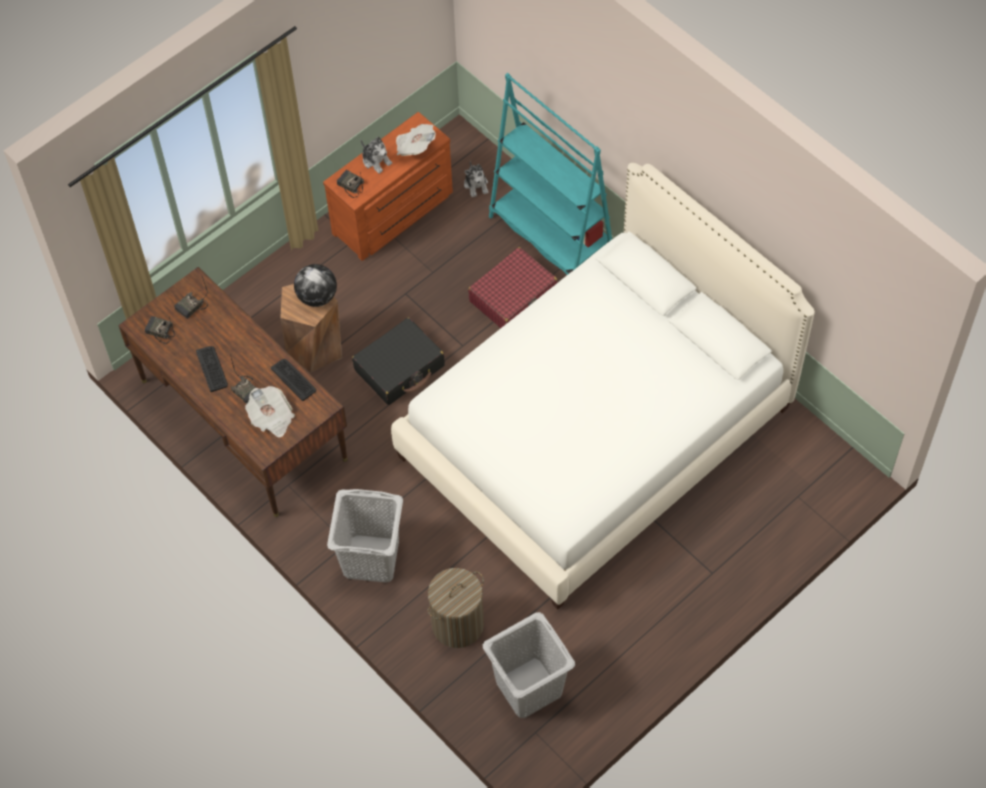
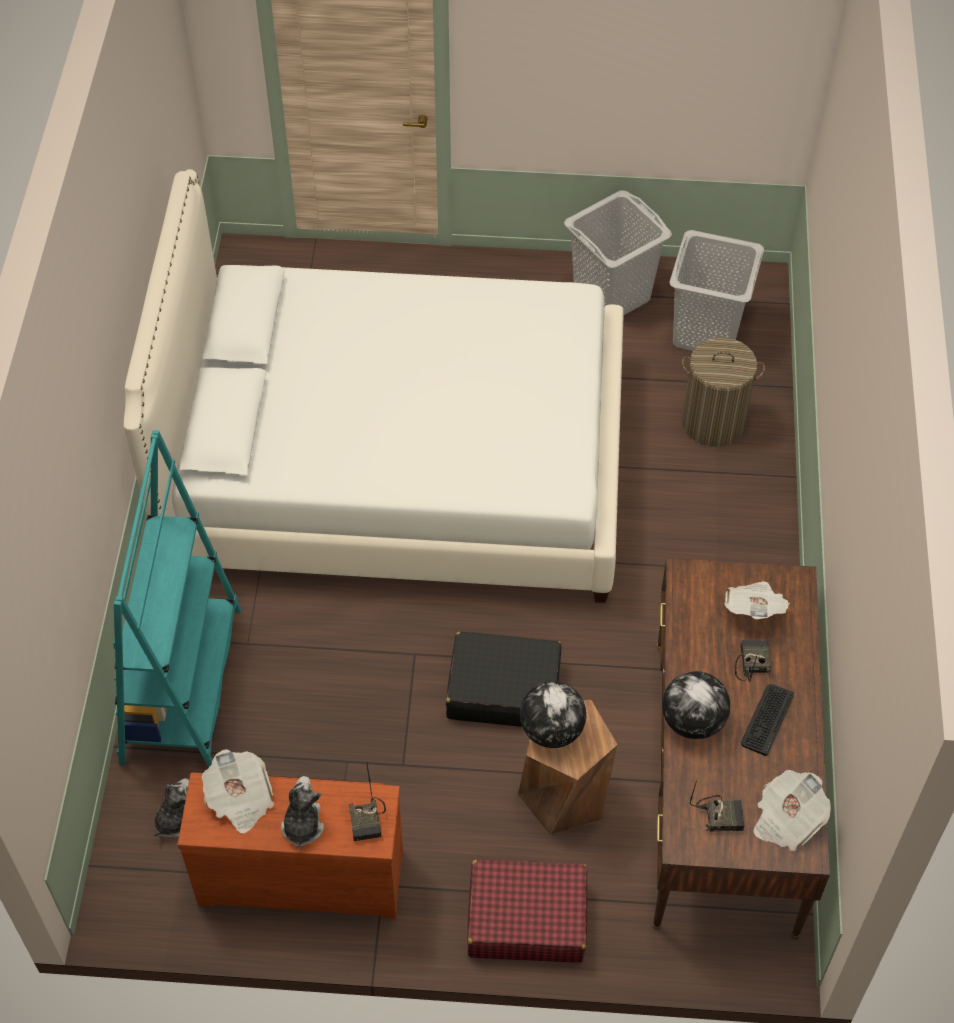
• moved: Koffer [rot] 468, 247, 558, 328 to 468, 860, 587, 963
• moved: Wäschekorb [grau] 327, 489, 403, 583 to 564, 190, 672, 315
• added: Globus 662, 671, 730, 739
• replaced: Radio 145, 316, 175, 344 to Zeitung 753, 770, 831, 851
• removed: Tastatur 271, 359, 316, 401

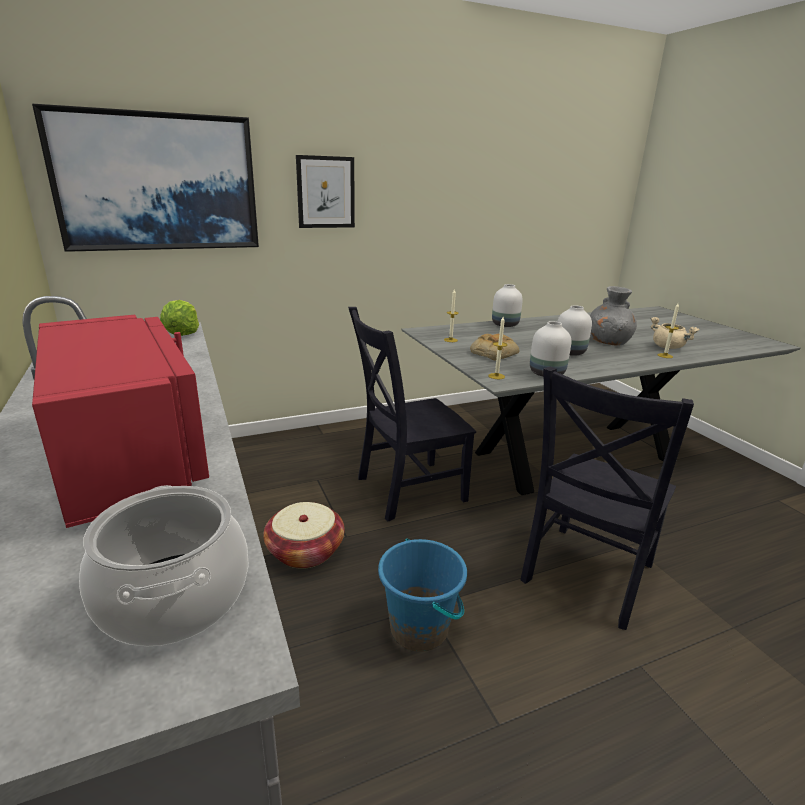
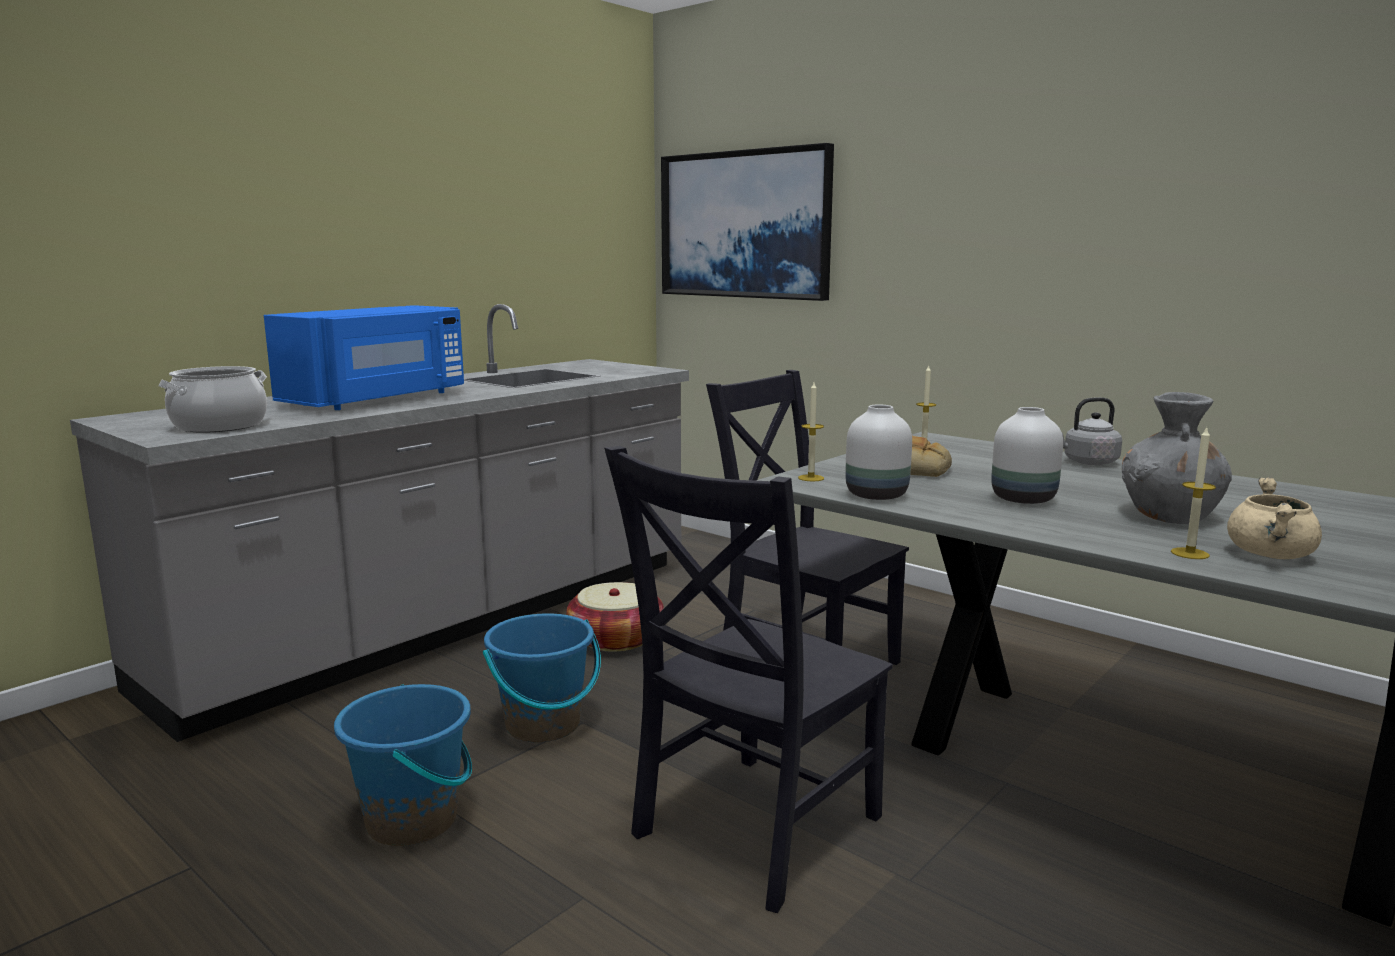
• recoloured: Mikrowelle [rot] 32, 315, 209, 528 to Mikrowelle [blau] 264, 305, 464, 410
• added: Eimer [blau] 334, 684, 472, 846
• turned: Stuhl [schwarz] 520, 366, 694, 630 = 604, 446, 893, 913 60 degrees counterclockwise
• replaced: Vase [weiß] 492, 284, 523, 327 to Wasserkessel [grau] 1062, 397, 1122, 465
• removed: Salatkopf 160, 300, 199, 336
• removed: Bild 296, 155, 355, 228

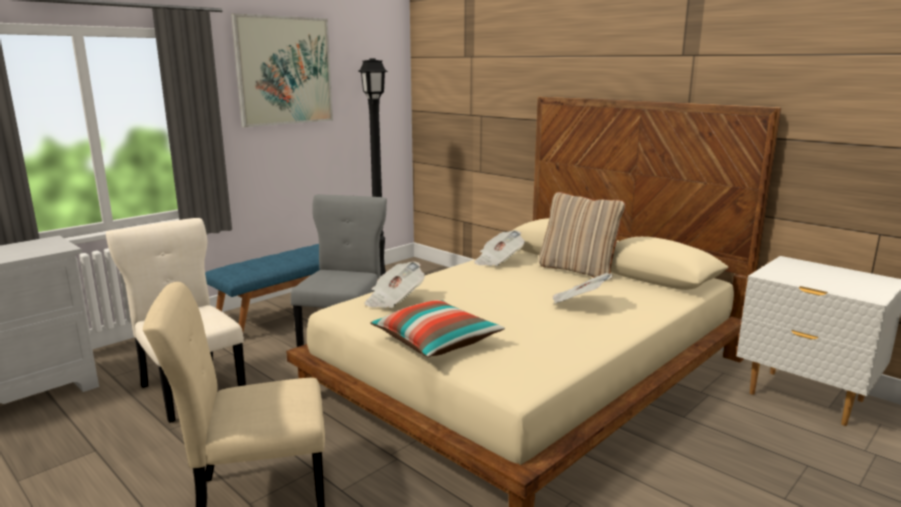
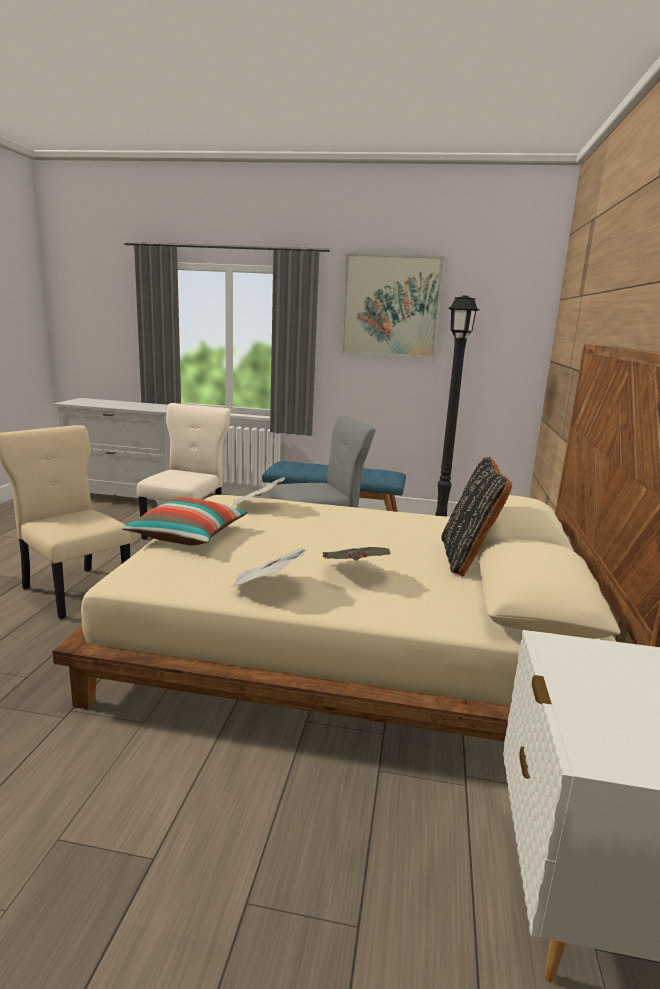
• moved: Zeitung 474, 230, 525, 266 to 230, 547, 306, 588
• recoloured: Kissen [beige] 539, 192, 626, 278 to Kissen [schwarz] 441, 457, 512, 576

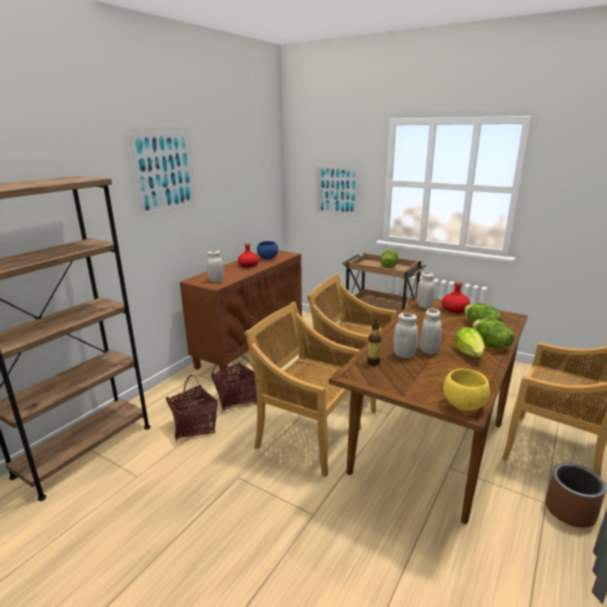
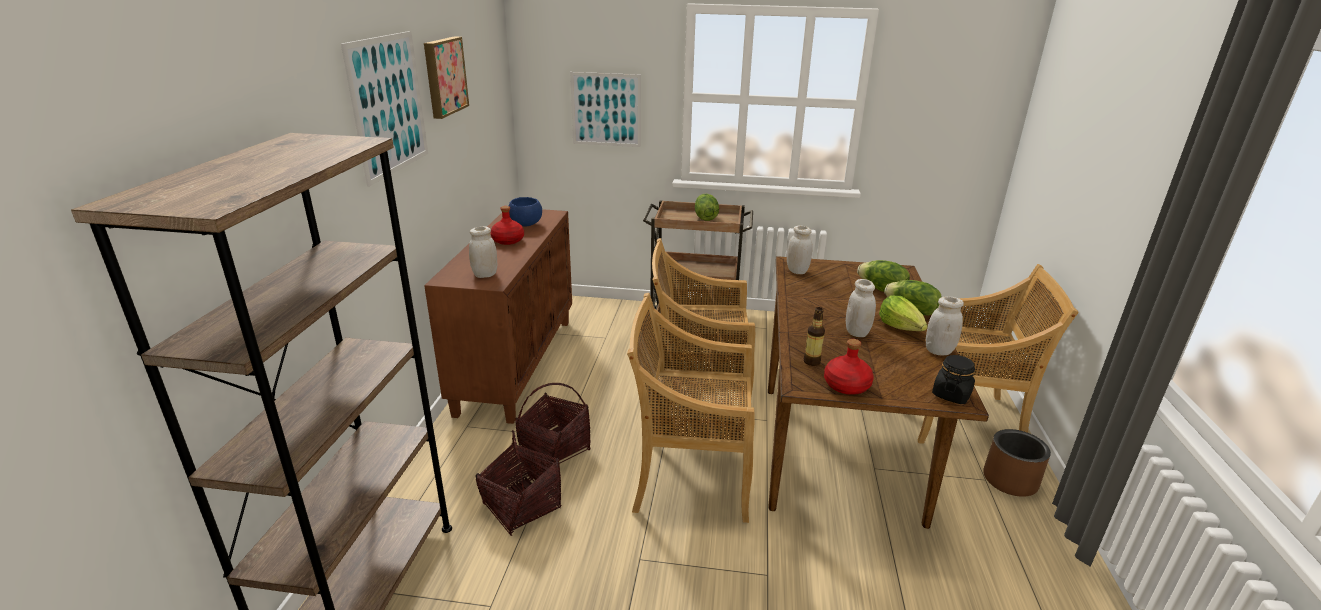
• added: Bild 424, 36, 469, 119
• moved: Flasche [rot] 442, 282, 470, 313 to 824, 339, 874, 395
• moved: Vorratsglas [weiß] 393, 313, 418, 358 to 926, 296, 964, 356
• replaced: Schüssel [gelb] 443, 369, 490, 411 to Vorratsglas [schwarz] 932, 355, 975, 404

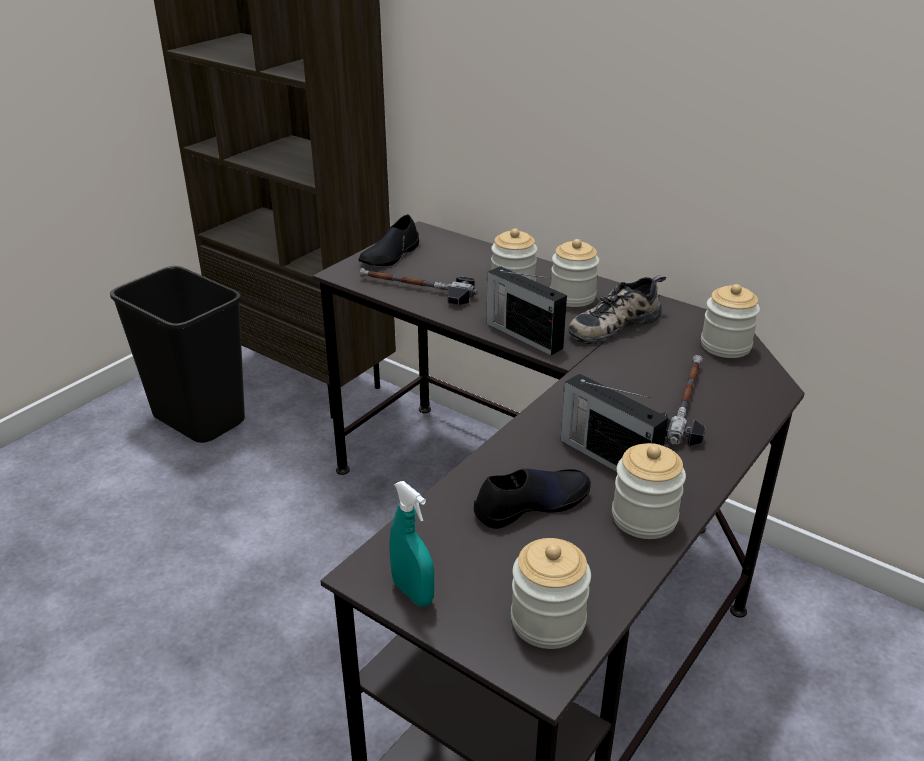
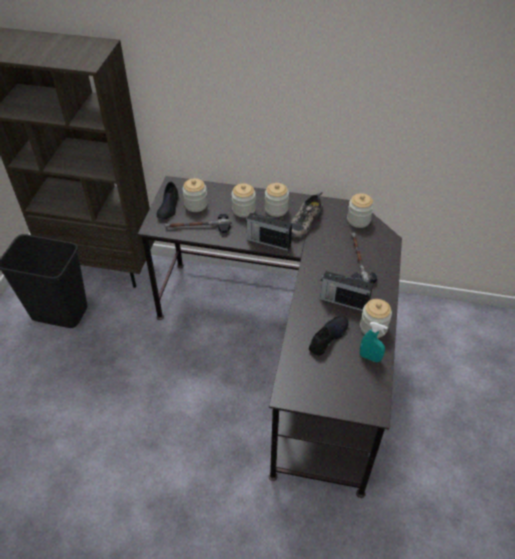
• moved: Vorratsglas 511, 538, 591, 649 to 182, 178, 208, 212
• moved: Sprühflasche [türkis] 389, 481, 434, 607 to 360, 322, 388, 362

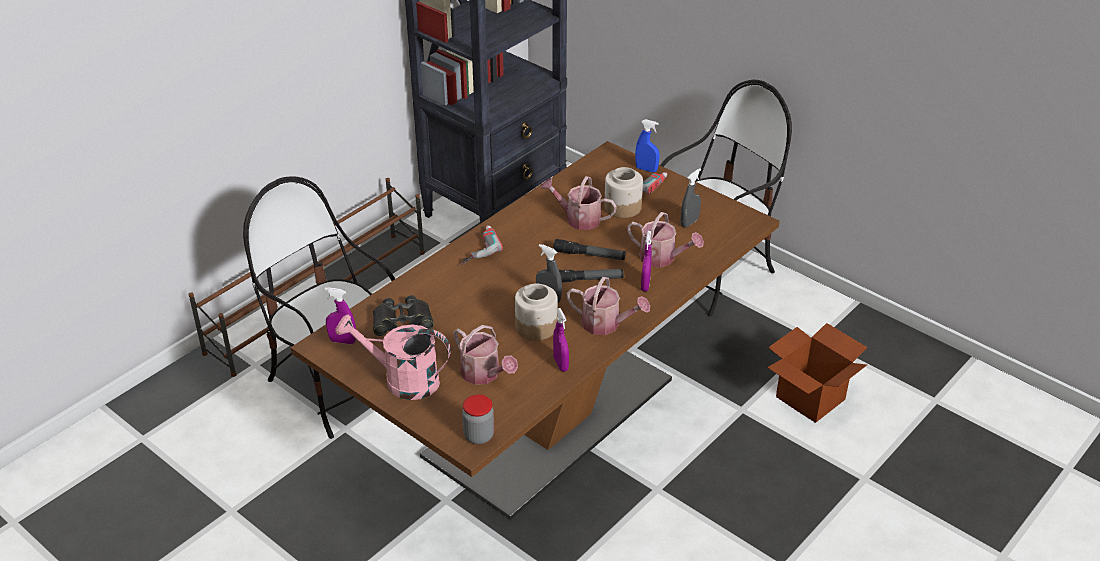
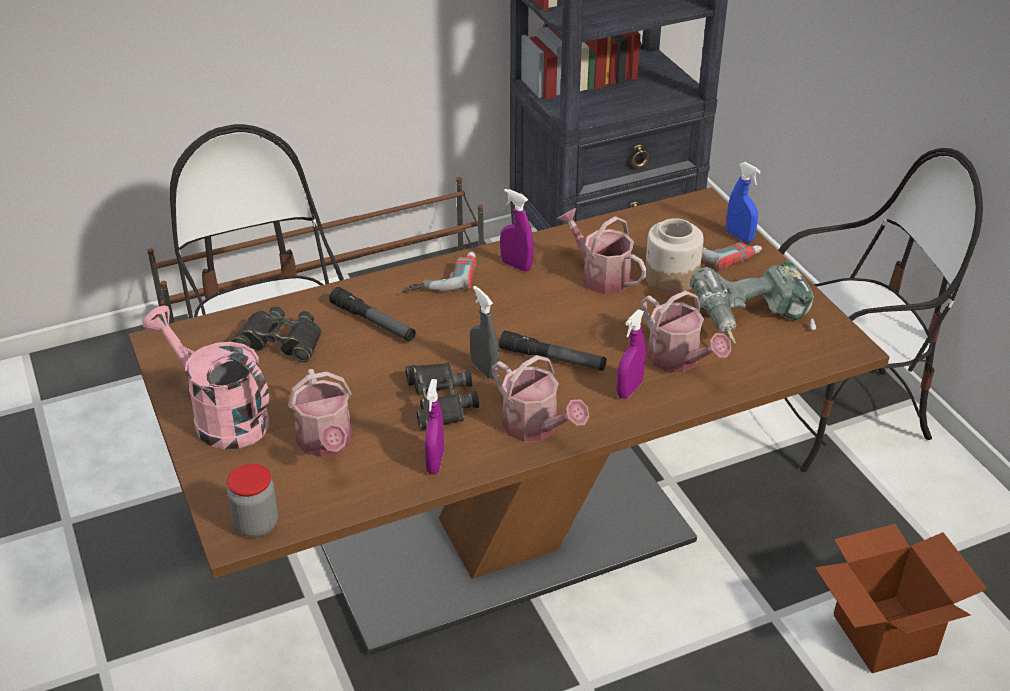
• moved: Taschenlampe 553, 239, 626, 260 to 329, 287, 416, 341
• replaced: Vorratsglas 515, 283, 557, 341 to Fernglas [schwarz] 405, 363, 479, 430
• moved: Sprühflasche [lila] 324, 287, 356, 344 to 500, 188, 534, 272
• replaced: Sprühflasche [grau] 680, 169, 701, 228 to Bohrmaschine 690, 262, 816, 344

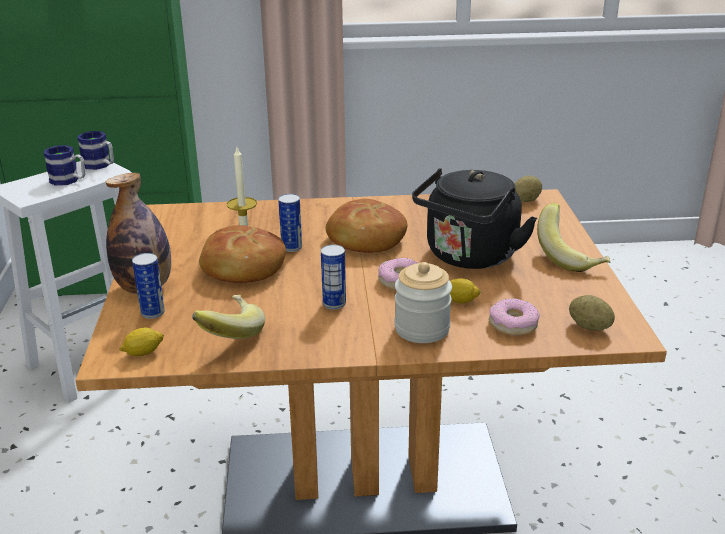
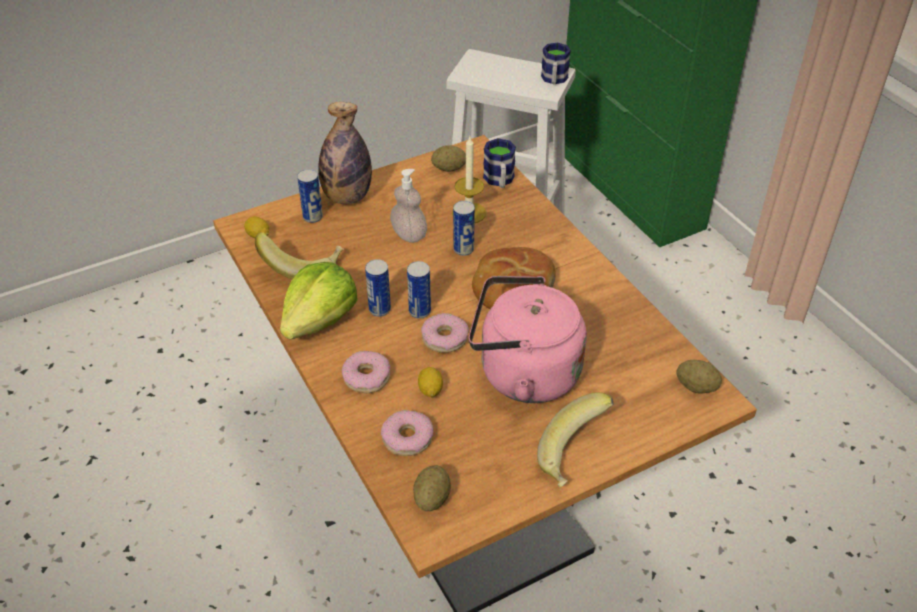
• added: Salatkopf 280, 262, 358, 340
• replaced: Vorratsglas 394, 262, 452, 343 to Donut 342, 351, 390, 393
• replaced: Brot 199, 225, 286, 283 to Seifenspender 390, 169, 427, 243
• added: Dose 407, 261, 431, 319
• added: Kartoffel 431, 145, 466, 172
• recoloured: Wasserkessel [schwarz] 412, 168, 537, 269 to Wasserkessel [rosa] 469, 276, 587, 403
• moved: Henkelbecher 43, 145, 86, 186 to 483, 138, 516, 188

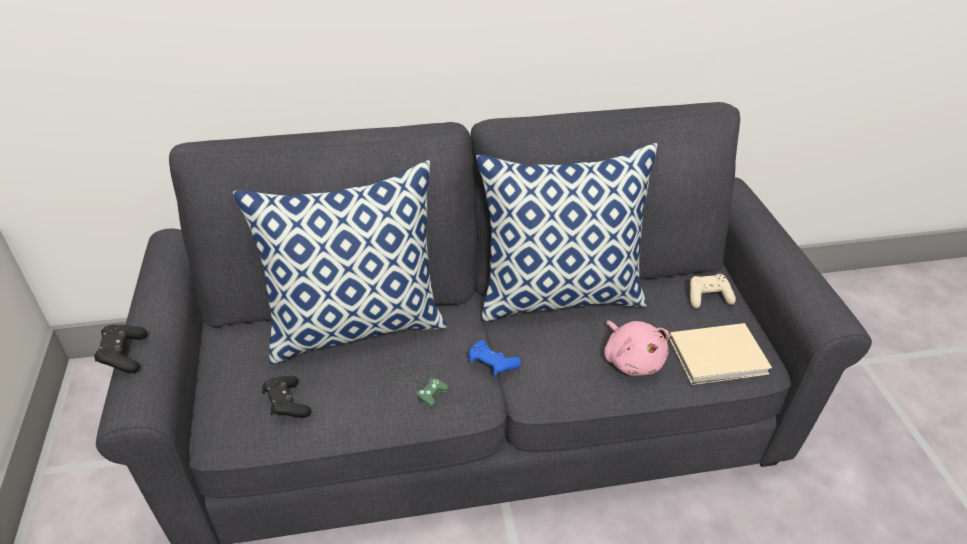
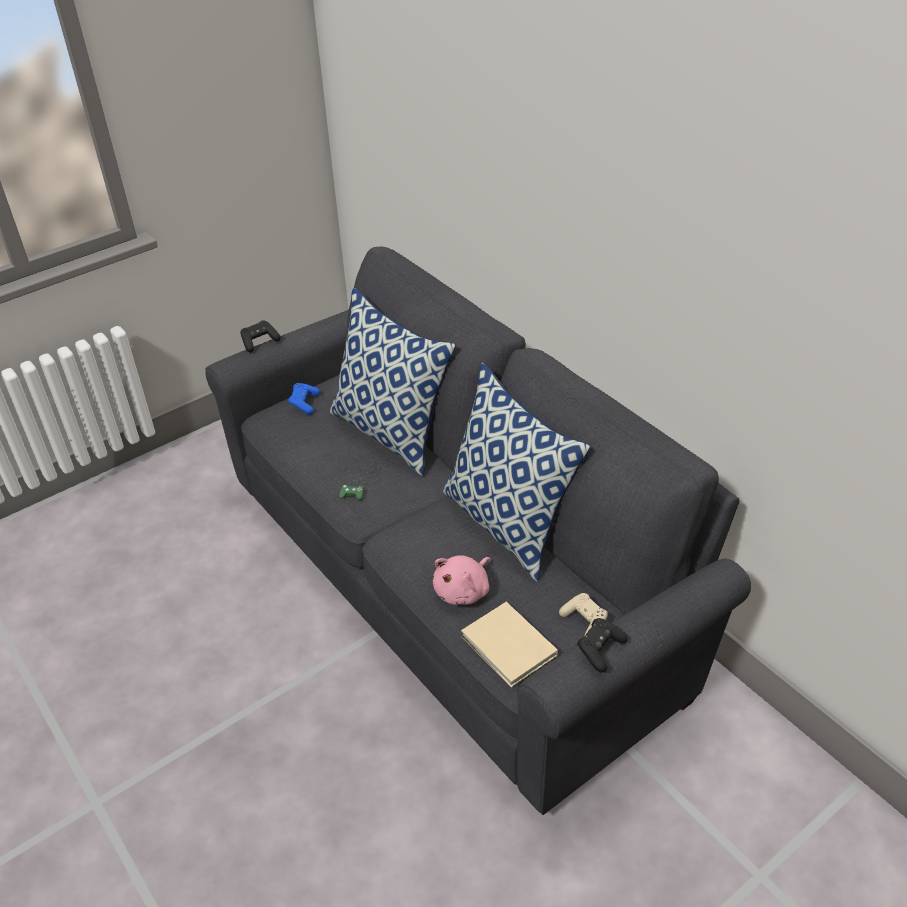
• moved: Gamepad [blau] 469, 340, 521, 375 to 288, 383, 320, 414
• moved: Gamepad [schwarz] 262, 376, 311, 418 to 577, 618, 628, 672

